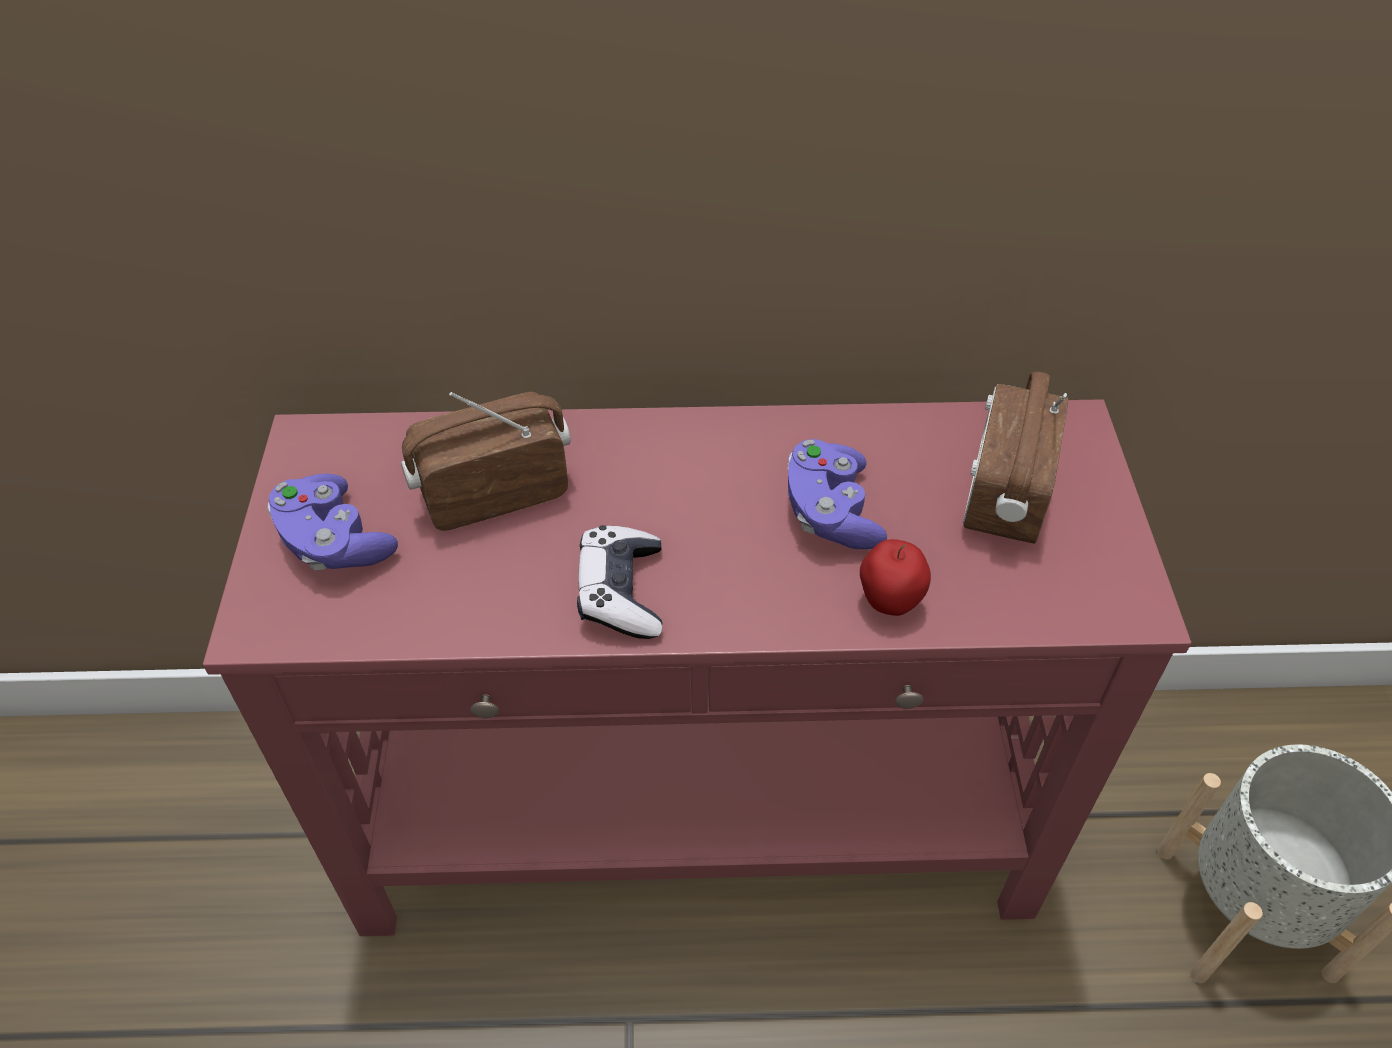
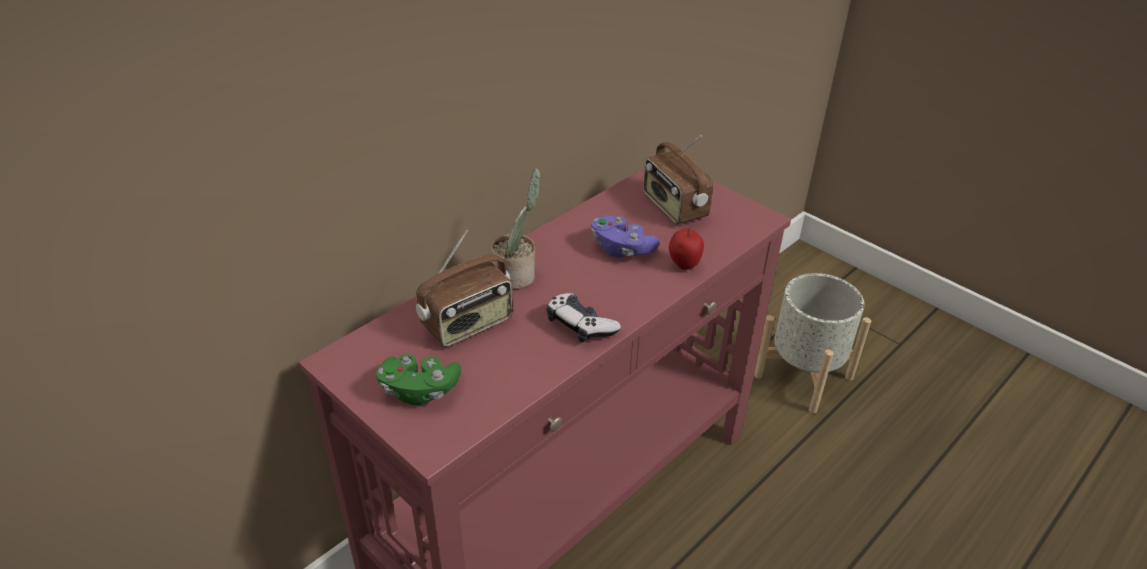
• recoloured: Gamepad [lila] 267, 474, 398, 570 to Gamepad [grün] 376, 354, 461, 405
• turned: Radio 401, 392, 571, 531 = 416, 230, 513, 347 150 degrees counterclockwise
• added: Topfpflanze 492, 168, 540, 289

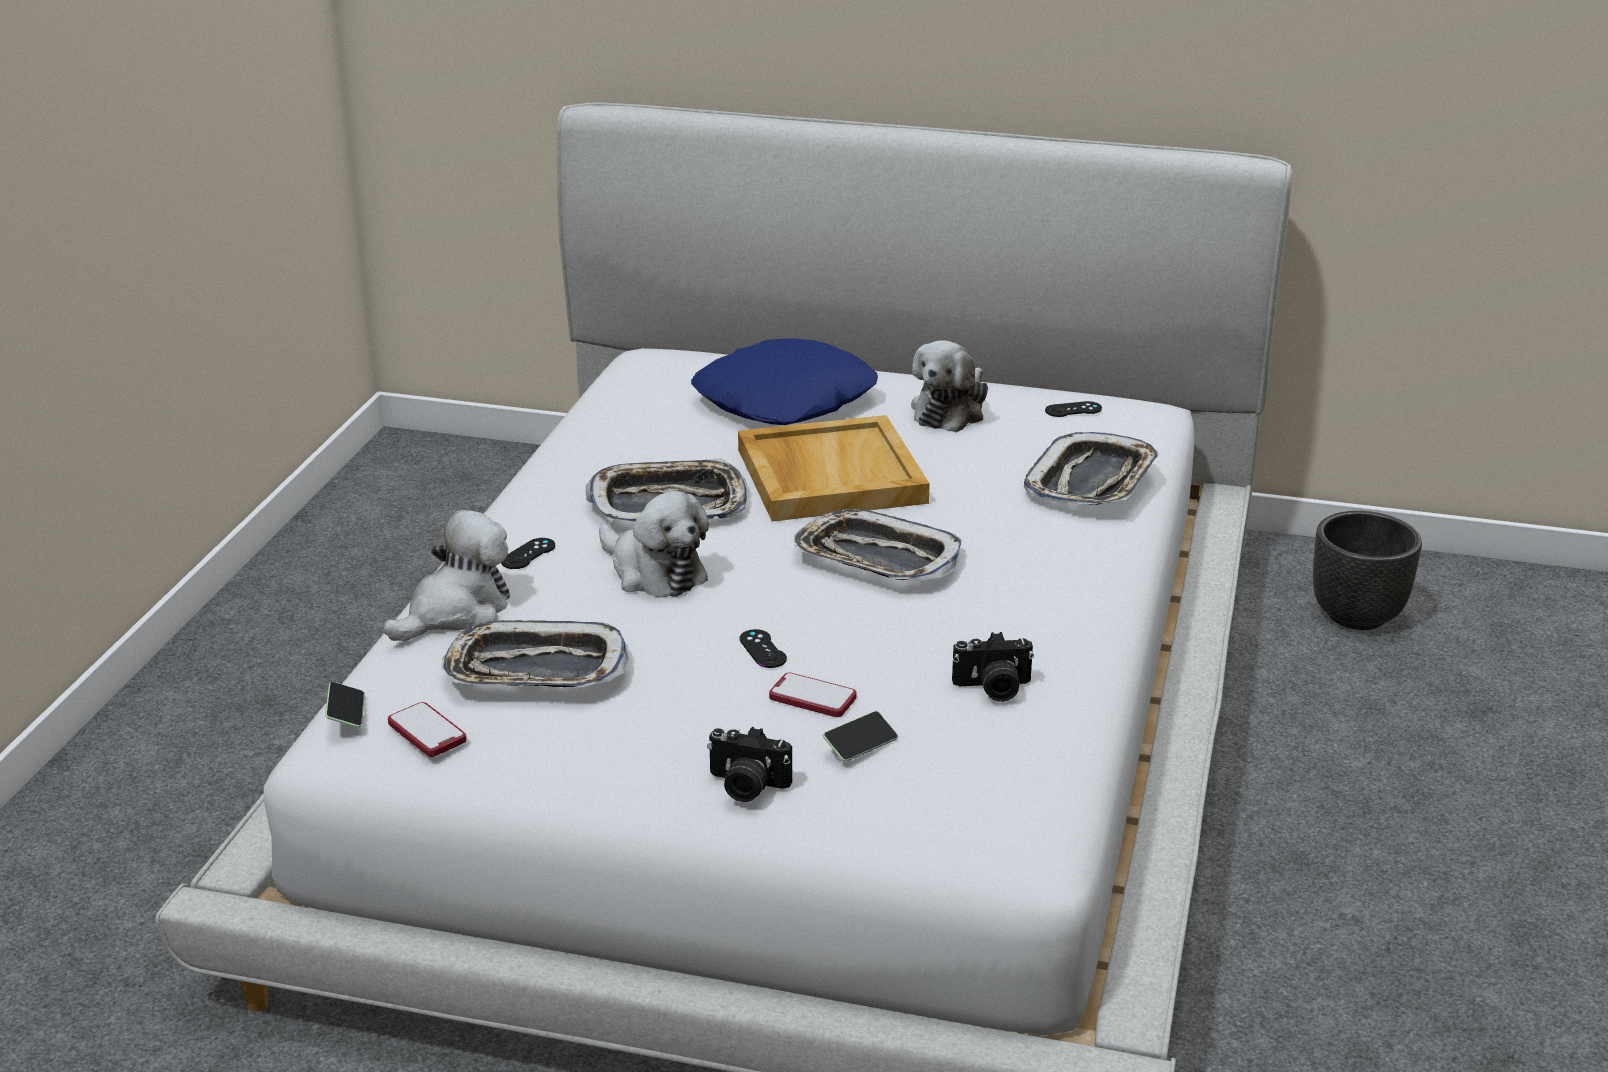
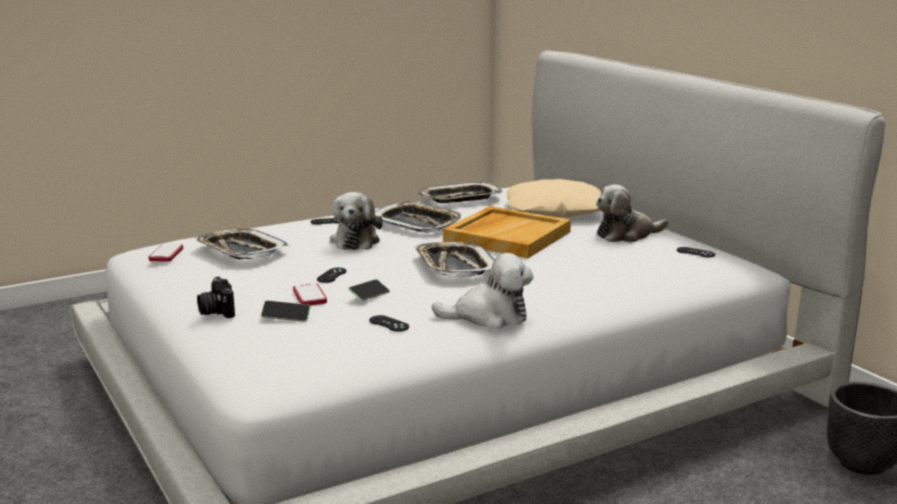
• moved: Handy 325, 682, 365, 728 to 348, 279, 390, 301
• replaced: Kamera 952, 632, 1034, 702 to Gamepad [schwarz] 369, 315, 409, 332
• moved: Tablett 1024, 432, 1158, 505 to 419, 182, 503, 203
• moved: Plüschtier 384, 510, 510, 641 to 432, 253, 534, 329
• recoloured: Kissen [blau] 691, 339, 878, 425 to Kissen [beige] 506, 179, 602, 217

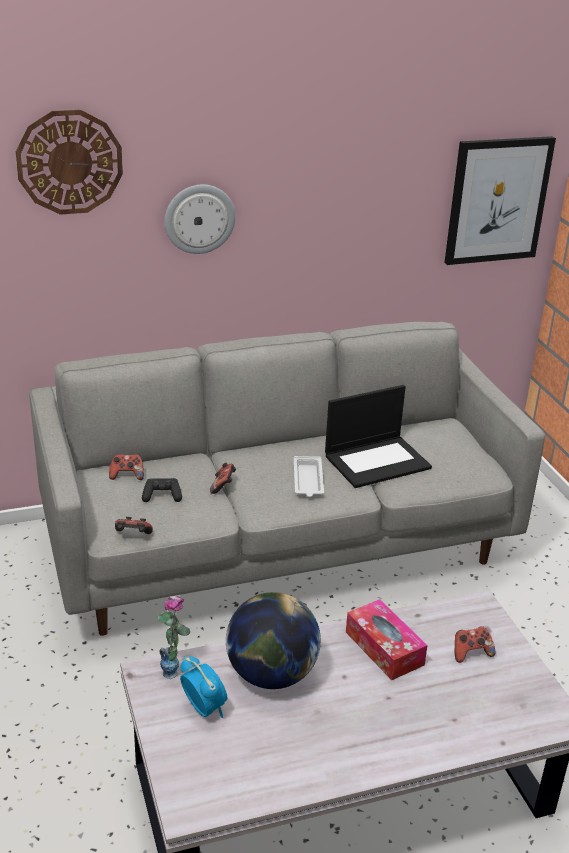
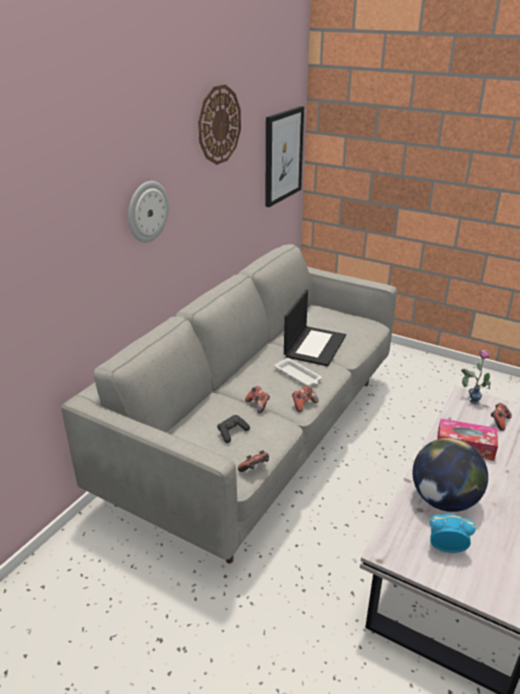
• moved: Wanduhr 16, 110, 123, 215 to 198, 84, 241, 165
• moved: Gamepad 109, 454, 144, 480 to 292, 386, 319, 412
• moved: Vase 157, 596, 190, 679 to 461, 350, 491, 405

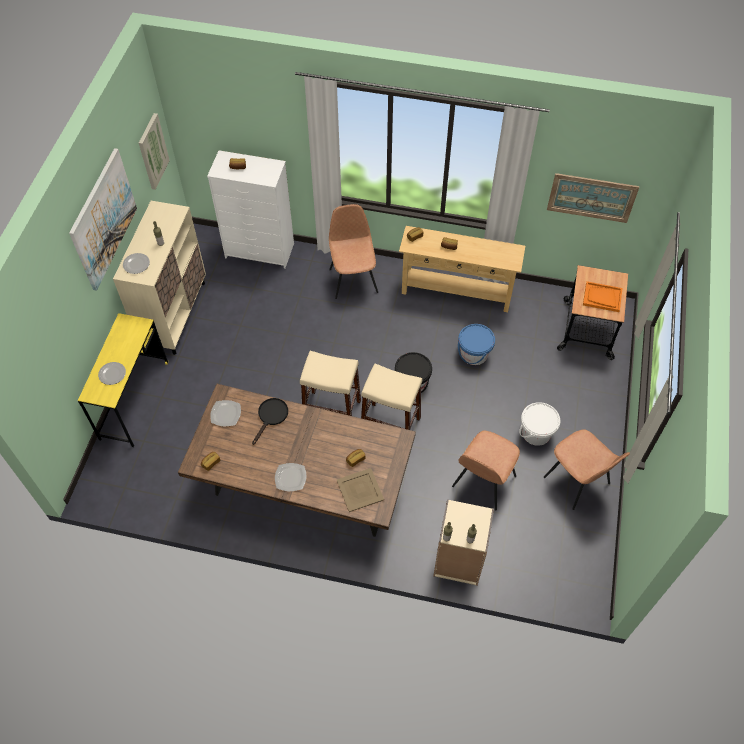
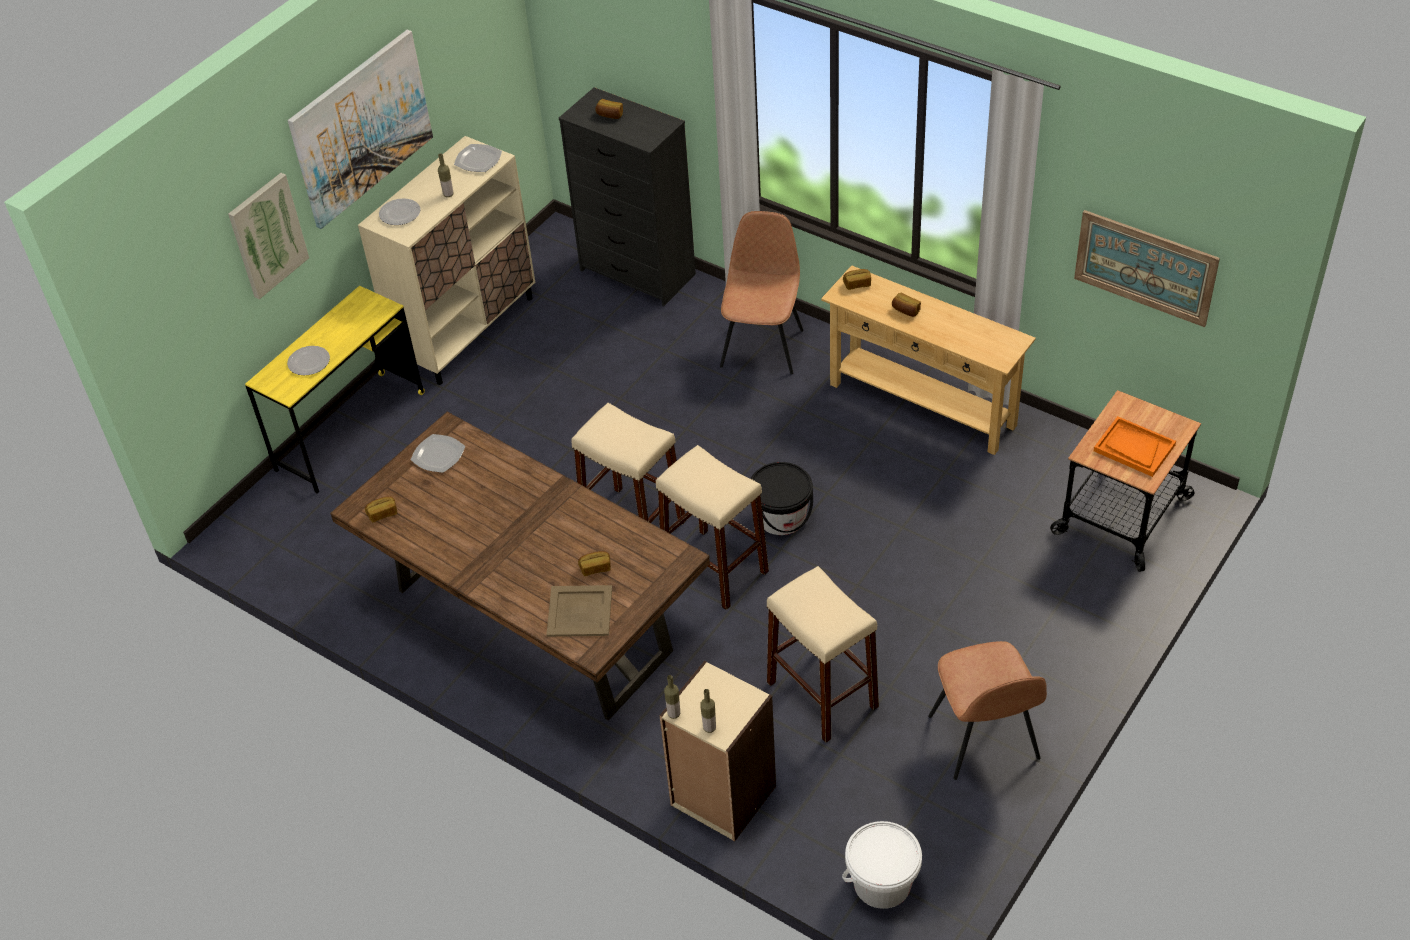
• moved: Bild 139, 113, 170, 190 to 228, 173, 309, 299
• moved: Teller 275, 463, 306, 491 to 454, 144, 502, 172
• recoloured: Kommode [weiß] 207, 150, 294, 269 to Kommode [schwarz] 559, 87, 696, 306
• replaced: Stuhl [braun] 452, 430, 520, 510 to Hocker [beige] 767, 566, 879, 743
• moved: Eimer [weiß] 519, 402, 560, 446 to 842, 821, 922, 909
• removed: Pfanne [schwarz] 252, 398, 288, 445
• removed: Eimer [blau] 458, 324, 495, 365

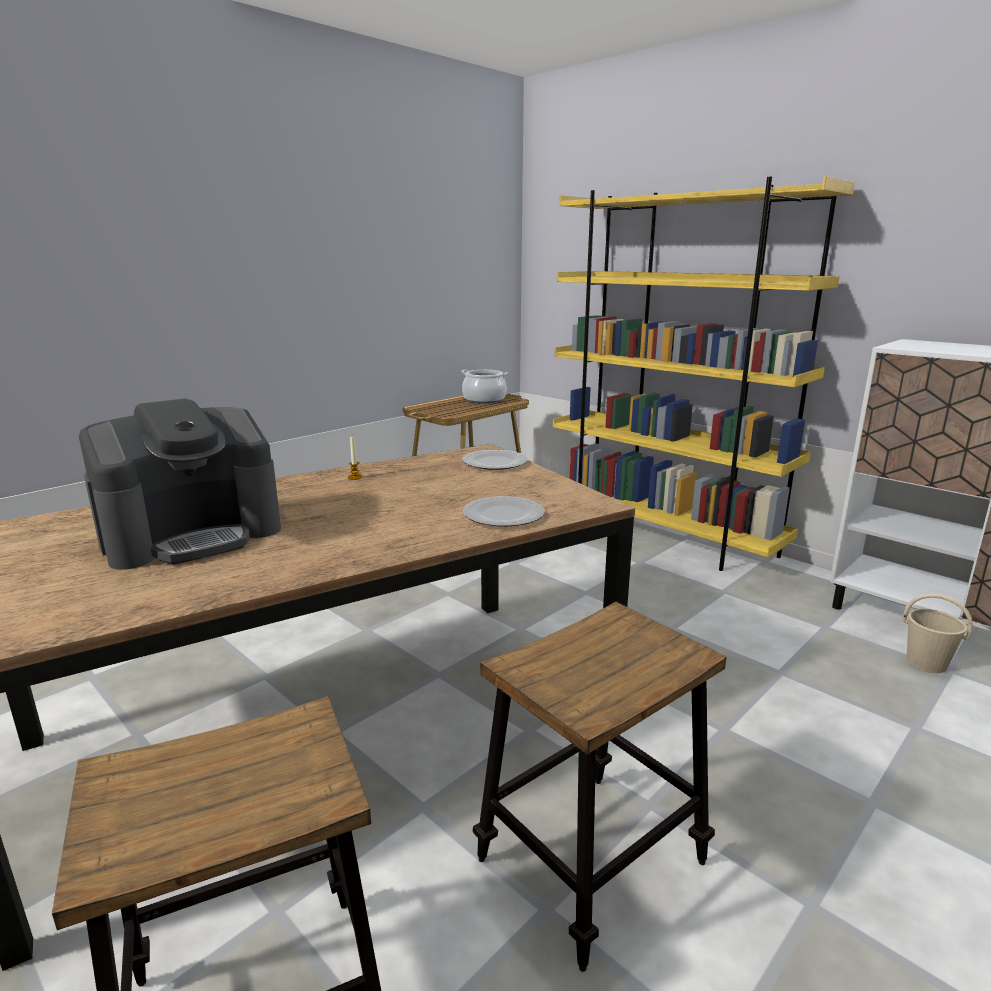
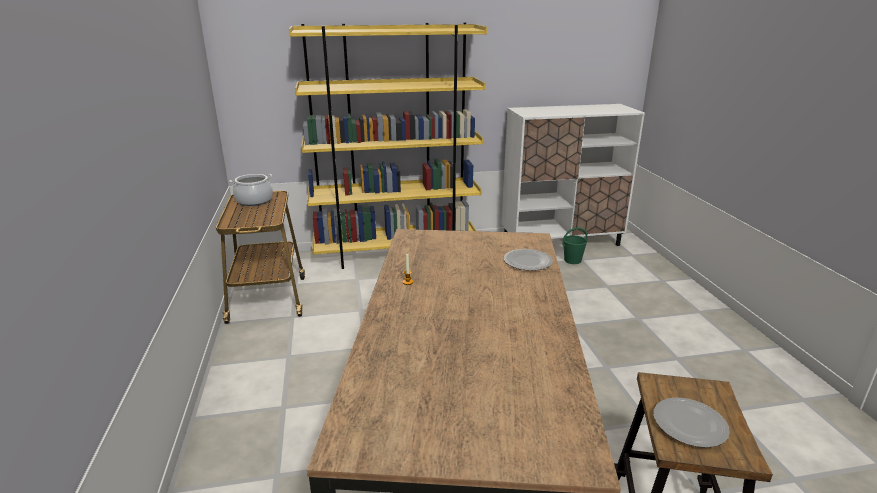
• recoloured: Eimer [beige] 902, 594, 973, 673 to Eimer [grün] 562, 227, 588, 264
• moved: Teller 462, 450, 528, 470 to 654, 397, 730, 448
• removed: Kaffeemaschine 79, 398, 281, 570
• removed: Hocker 473, 602, 726, 972

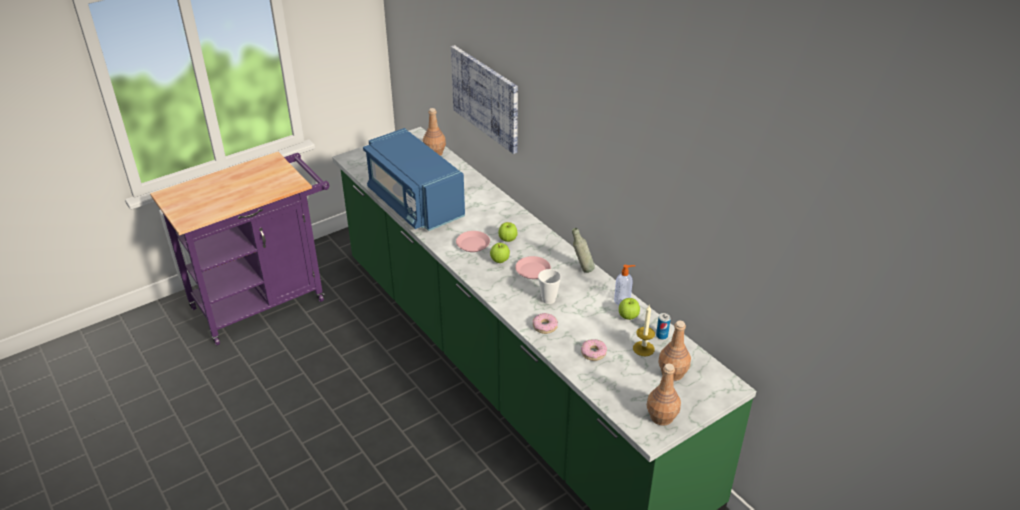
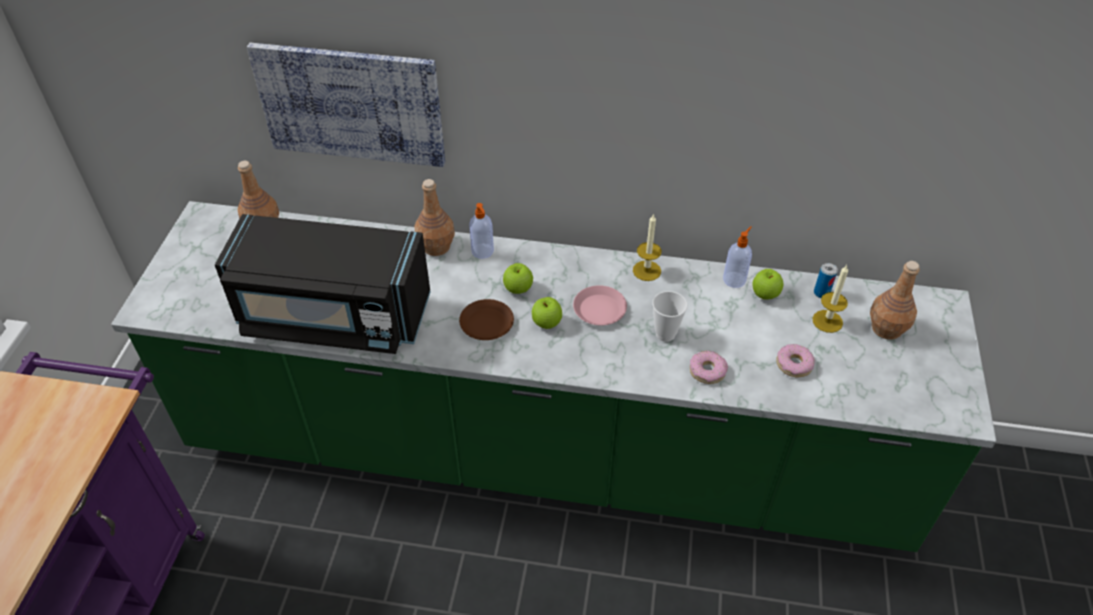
• recoloured: Mikrowelle [blau] 363, 128, 465, 231 to Mikrowelle [schwarz] 215, 214, 431, 354
• moved: Flasche [braun] 647, 364, 681, 425 to 415, 179, 455, 256
• recoloured: Teller [rosa] 456, 231, 490, 252 to Teller [braun] 459, 299, 514, 340
• added: Seifenspender 469, 203, 494, 259
• replaced: Flasche [grau] 572, 228, 595, 273 to Kerze 633, 213, 662, 281

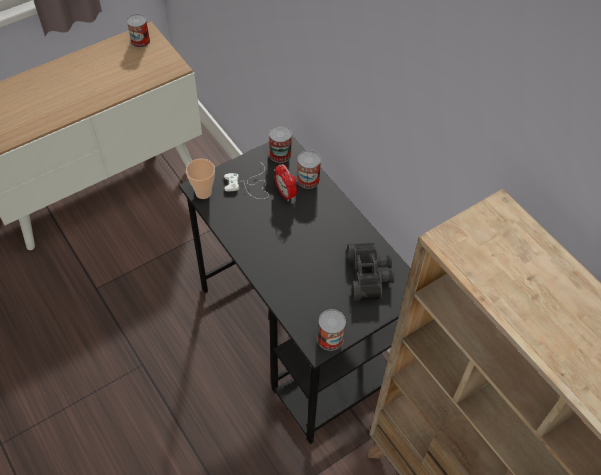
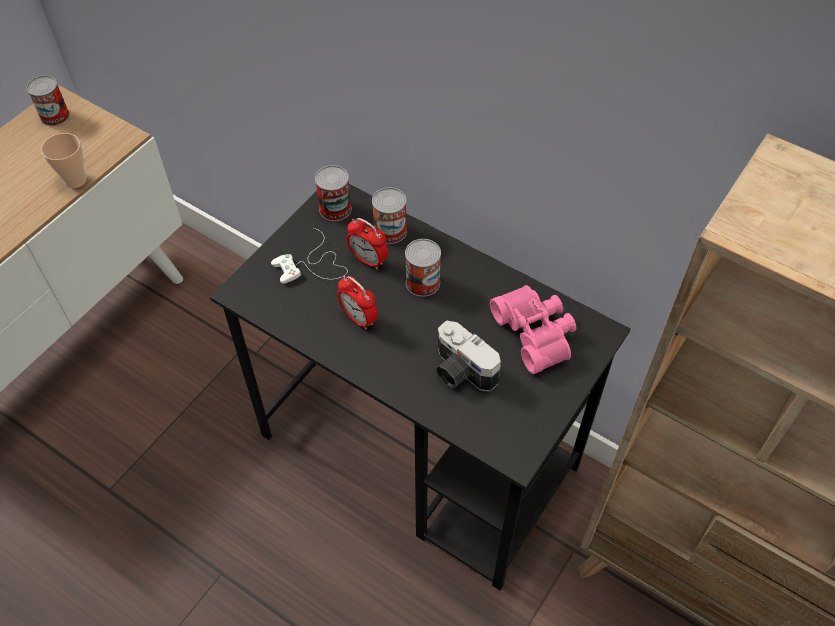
• moved: Tasse 186, 159, 215, 199 to 41, 133, 87, 188
• added: Wecker 337, 276, 378, 330
• moved: Dose 317, 309, 346, 351 to 405, 239, 441, 297
• added: Kamera 436, 320, 501, 392
• recoloured: Fernglas [schwarz] 347, 243, 394, 301 to Fernglas [rosa] 490, 285, 576, 374

